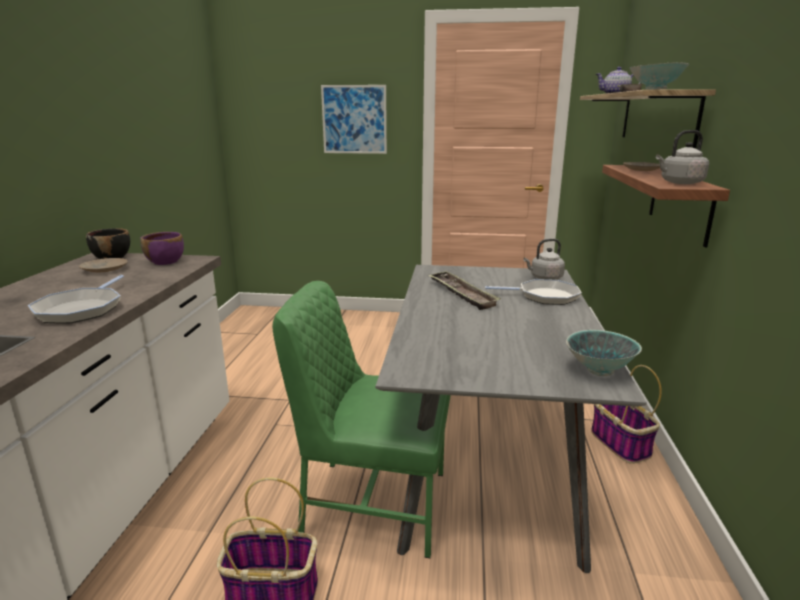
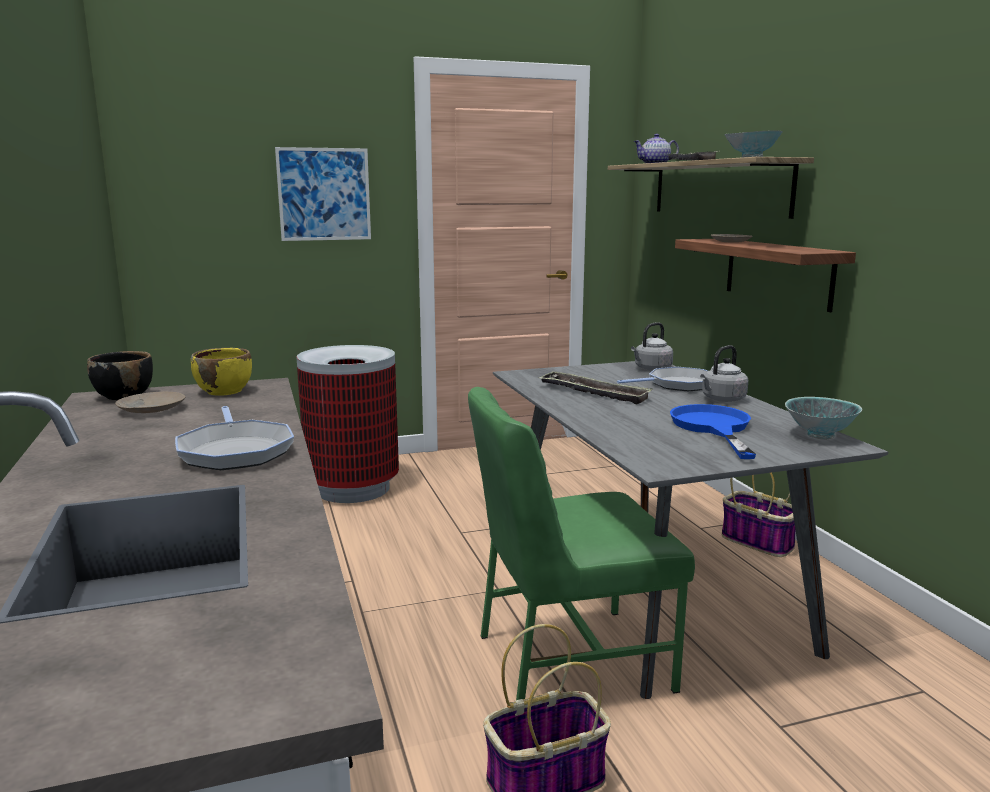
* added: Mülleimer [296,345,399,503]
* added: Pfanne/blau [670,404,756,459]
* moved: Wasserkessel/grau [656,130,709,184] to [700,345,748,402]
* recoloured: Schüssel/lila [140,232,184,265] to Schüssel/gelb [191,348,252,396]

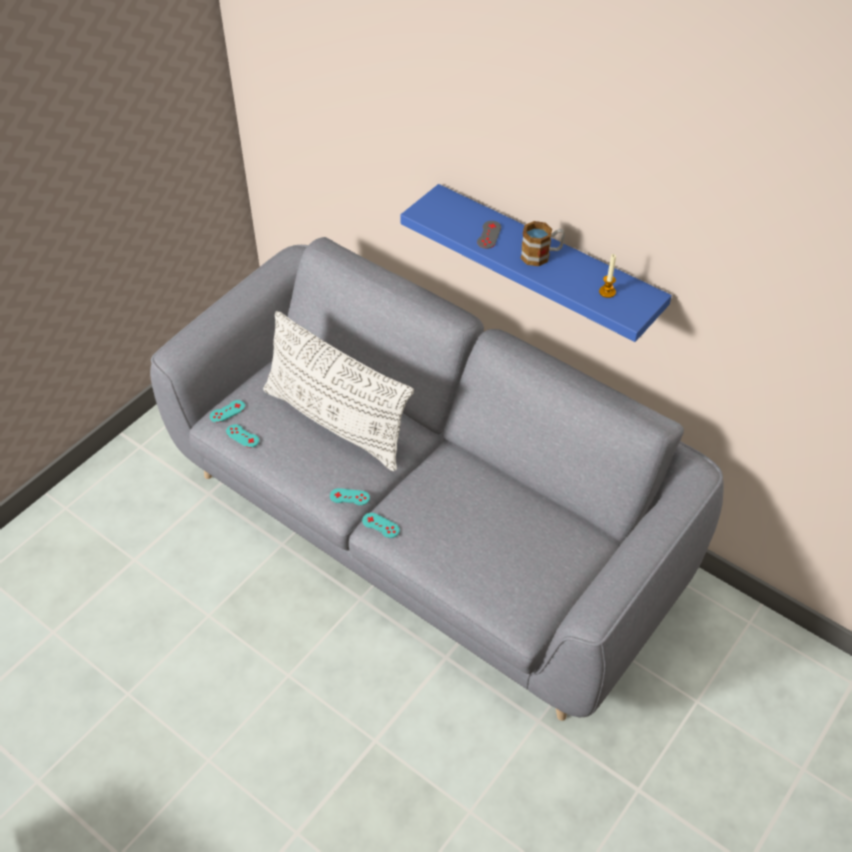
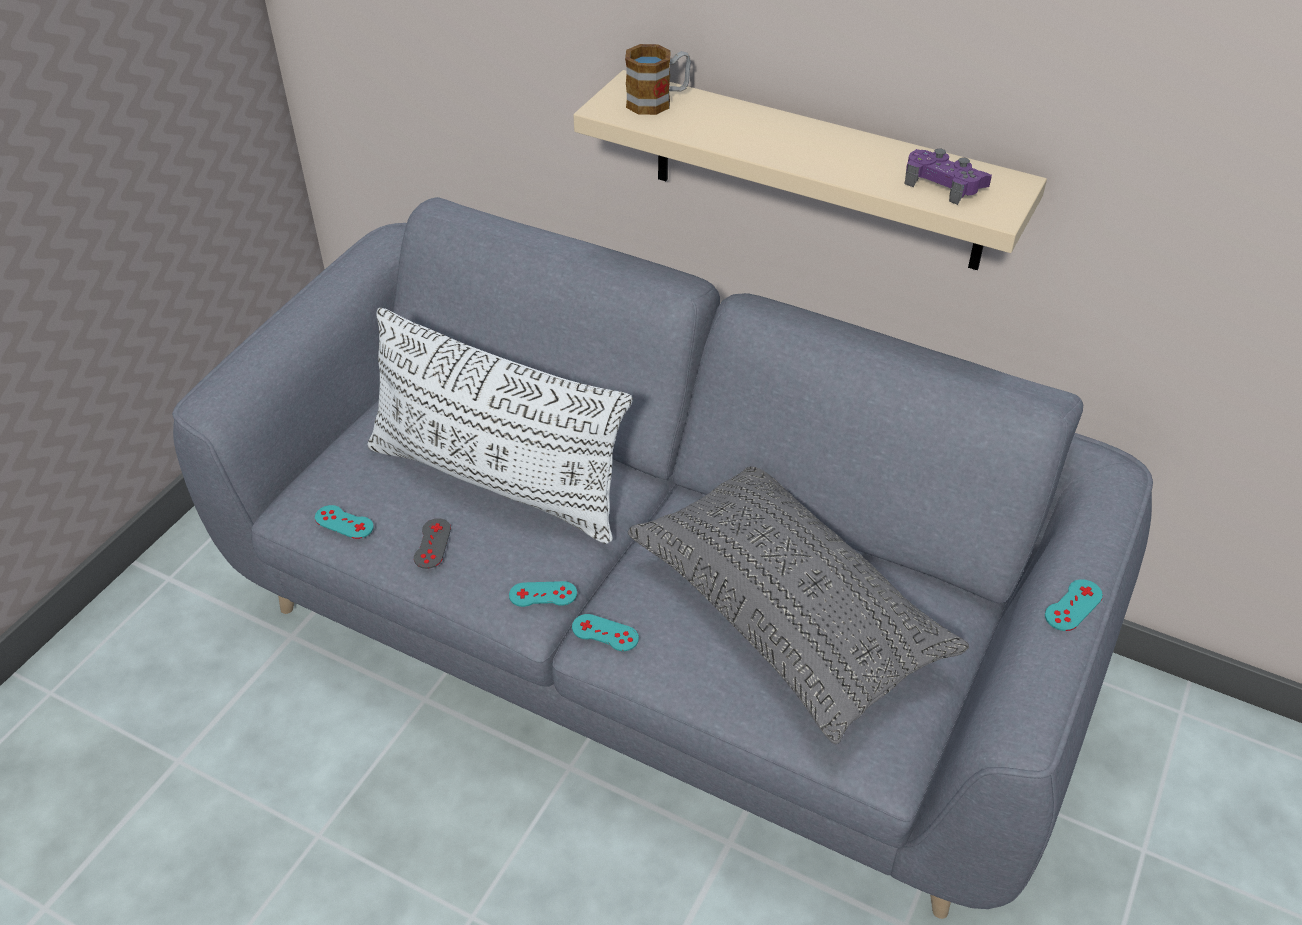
* added: Kissen/grau [628,467,969,744]
* moved: Gamepad/türkis [210,400,245,423] to [1045,579,1103,631]
* moved: Gamepad/grau [477,221,501,249] to [414,518,451,569]
* moved: Henkelbecher [521,221,565,266] to [625,44,691,115]
* replaced: Kerze [599,254,616,298] to Gamepad/lila [905,148,992,205]
* recoloured: Wandregal/blau [400,184,672,342] to Wandregal/beige [573,70,1047,270]

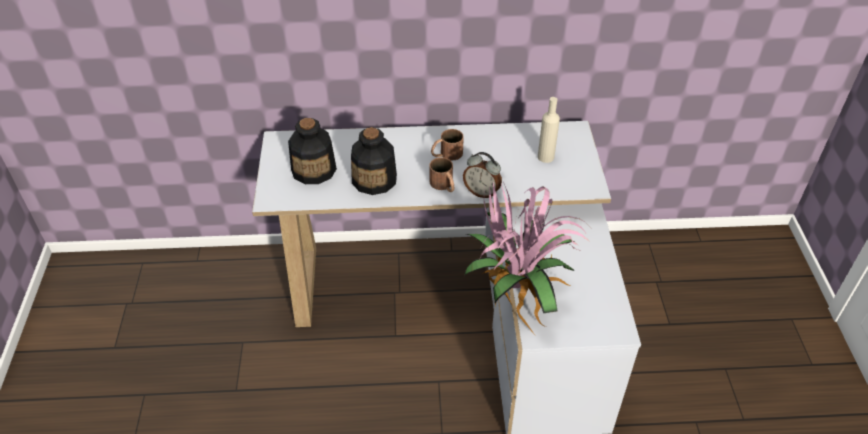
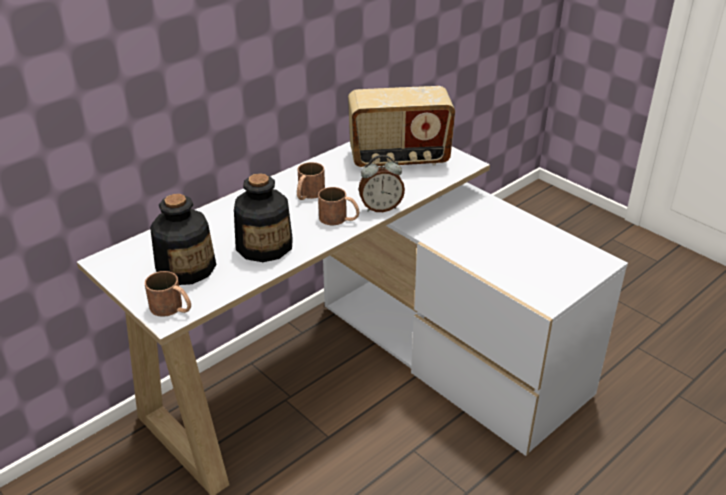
* removed: Topfpflanze [464,182,594,335]
* added: Henkelbecher/braun [145,271,191,317]
* replaced: Flasche/beige [538,97,560,163] to Radio [348,86,455,167]

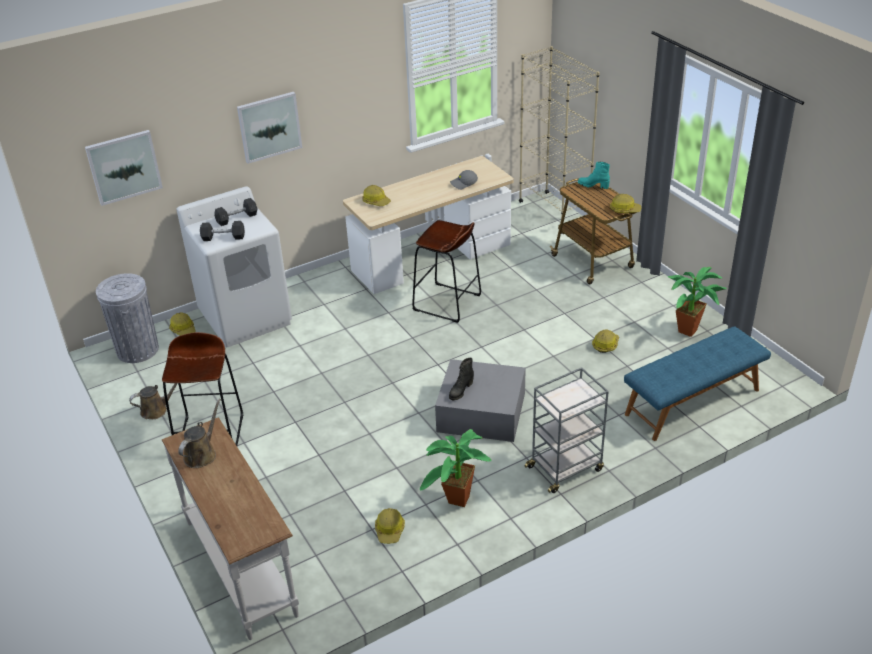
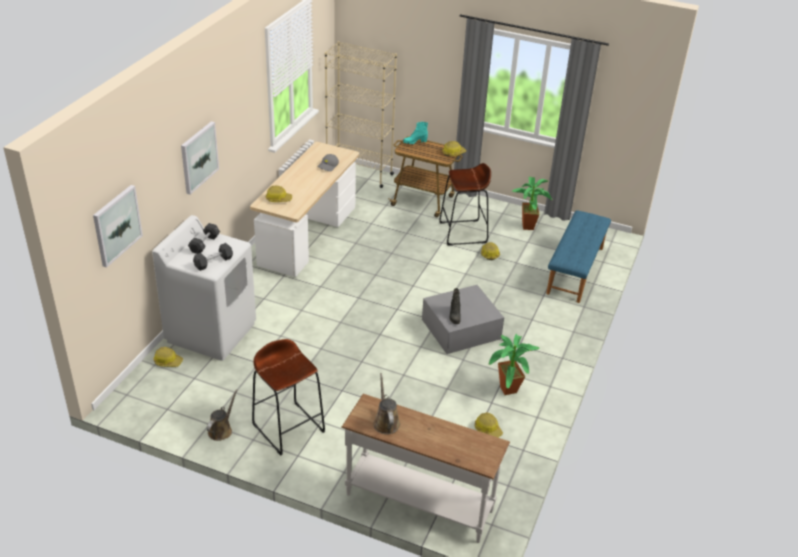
* removed: Mülleimer/grau [96,273,159,363]
* removed: Rollwagen/grau [524,367,609,493]
* moved: Hocker/braun [412,220,481,323] to [439,163,491,245]

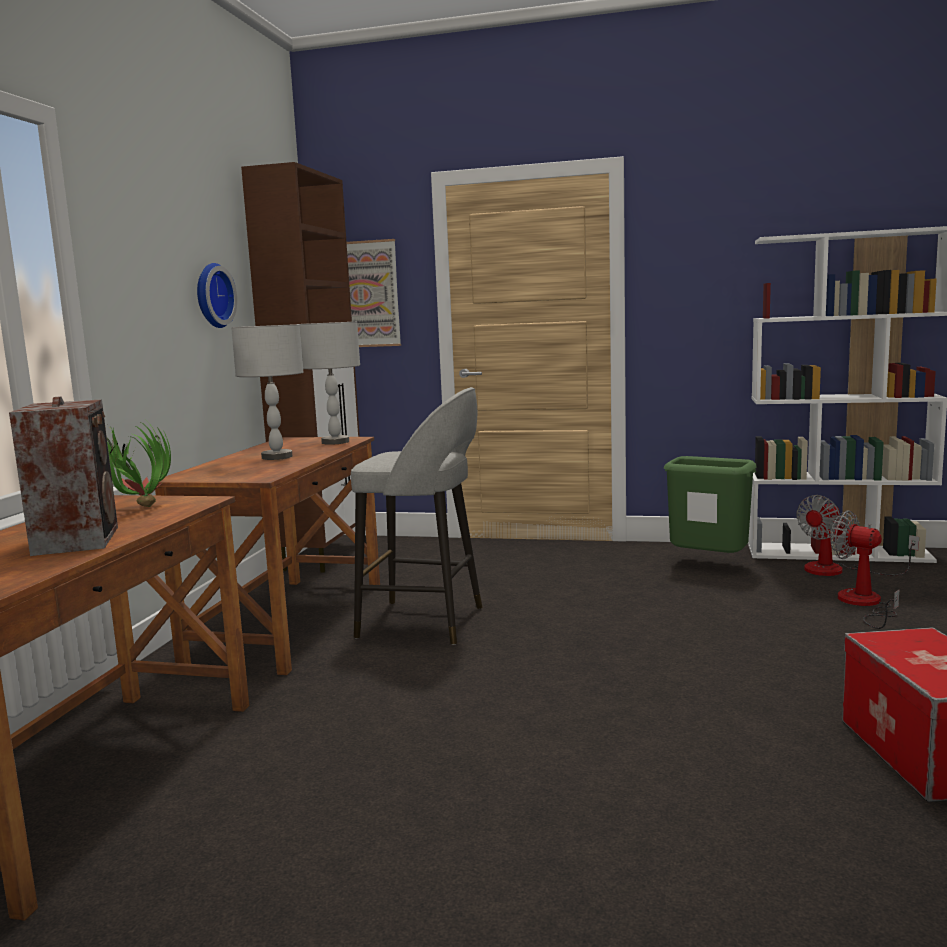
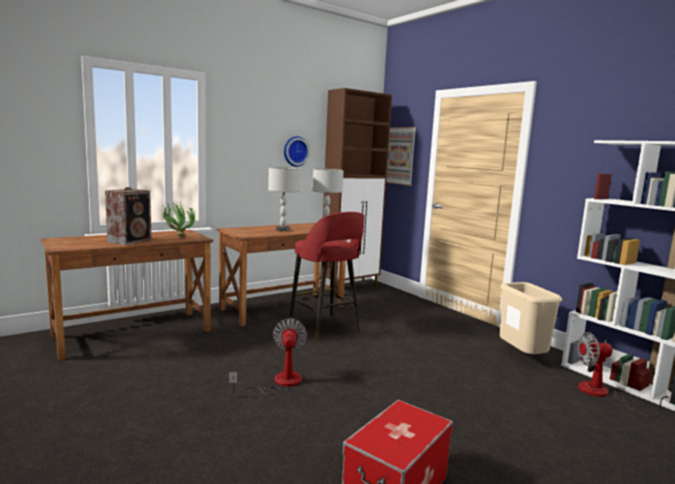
* moved: Ventilator [830,510,899,629] to [229,319,307,395]
* recoloured: Hocker/grau [351,387,483,645] to Hocker/rot [289,212,364,341]
* recoloured: Mülleimer/grün [664,456,757,553] to Mülleimer/beige [500,282,562,354]

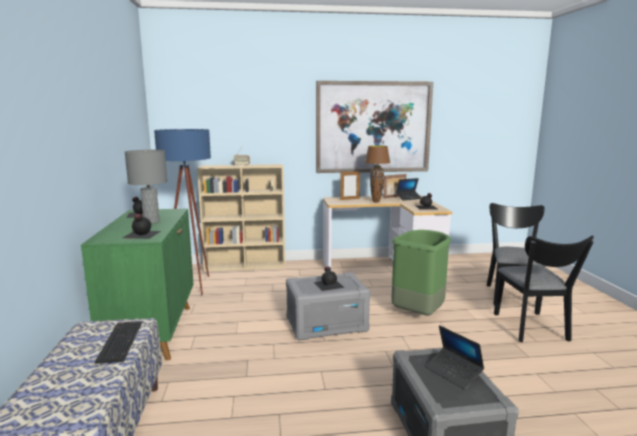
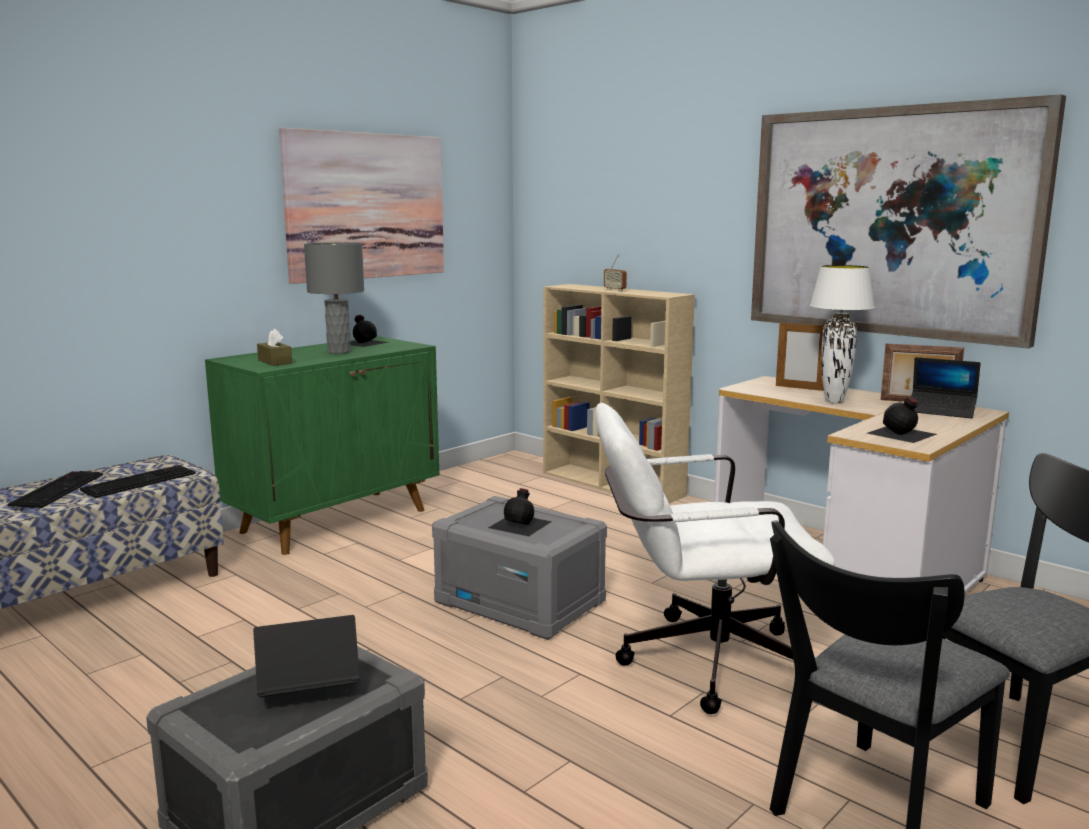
* removed: Stehlampe/blau [154,129,211,295]
* added: Tastatur [8,471,103,508]
* added: Bild [279,127,444,284]
* replaced: Flasche/schwarz [123,214,161,239] to Taschentuchbox/braun [257,329,292,366]
* replaced: Mülleimer/grün [391,230,451,316] to Bürostuhl/weiß [595,403,835,714]
* recoloured: Tischlampe/braun [365,145,390,202] to Tischlampe/weiß [810,265,875,404]
* turned: Laptop [425,325,484,390] = [253,615,360,697] 60 degrees clockwise

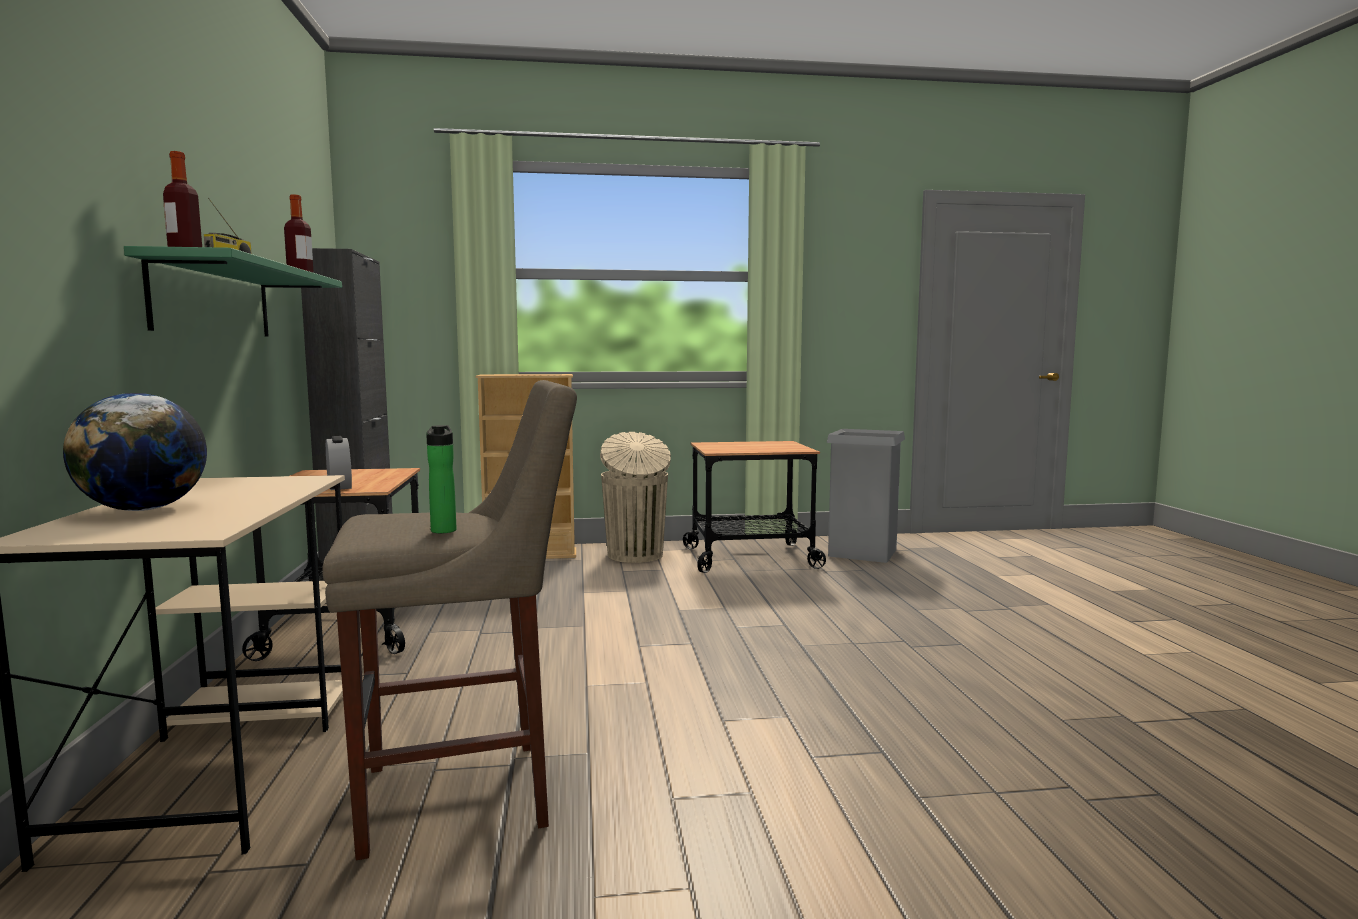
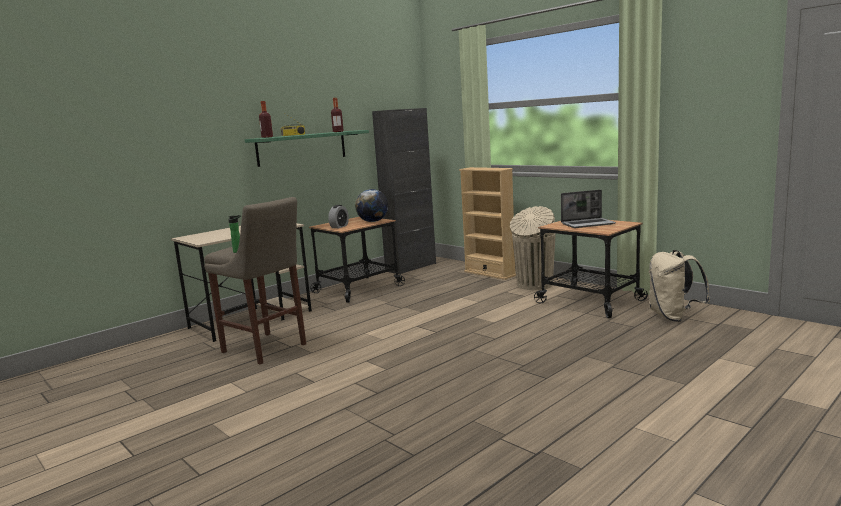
* added: Laptop [561,190,616,228]
* moved: Globus [63,393,207,511] to [355,189,388,222]
* replaced: Mülleimer/grau [827,429,905,563] to Rucksack/beige [649,250,710,322]

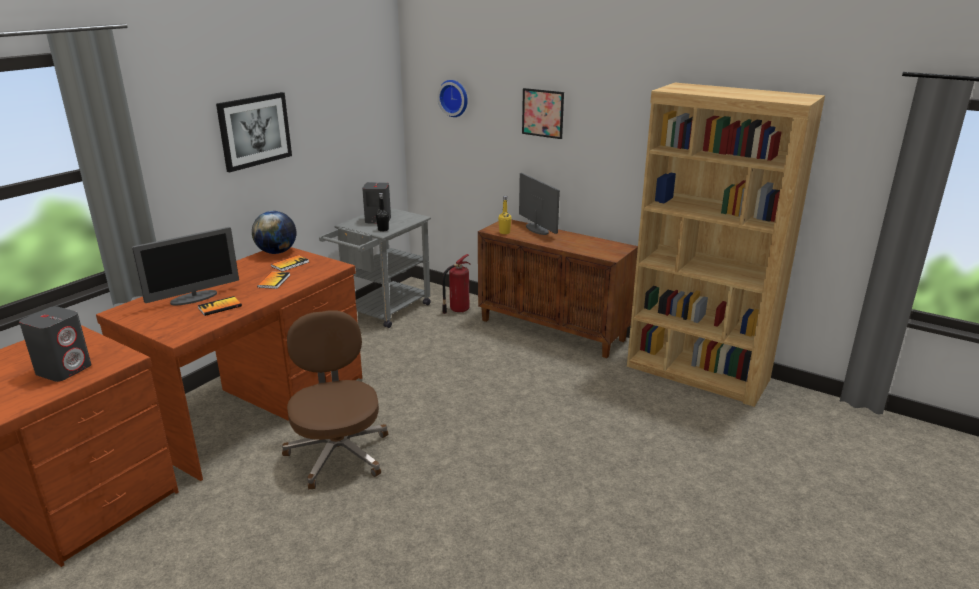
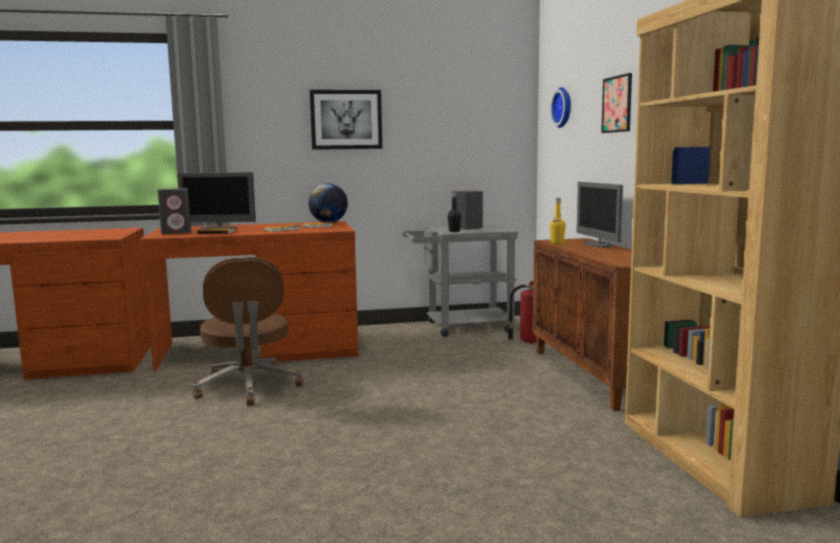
* moved: Lautsprecher/grau [19,306,91,382] to [158,188,191,234]
* turned: Bürostuhl/braun [282,310,388,489] = [192,257,303,405] 135 degrees clockwise
* turned: Monitor [519,173,560,235] = [577,182,623,248] 150 degrees clockwise

